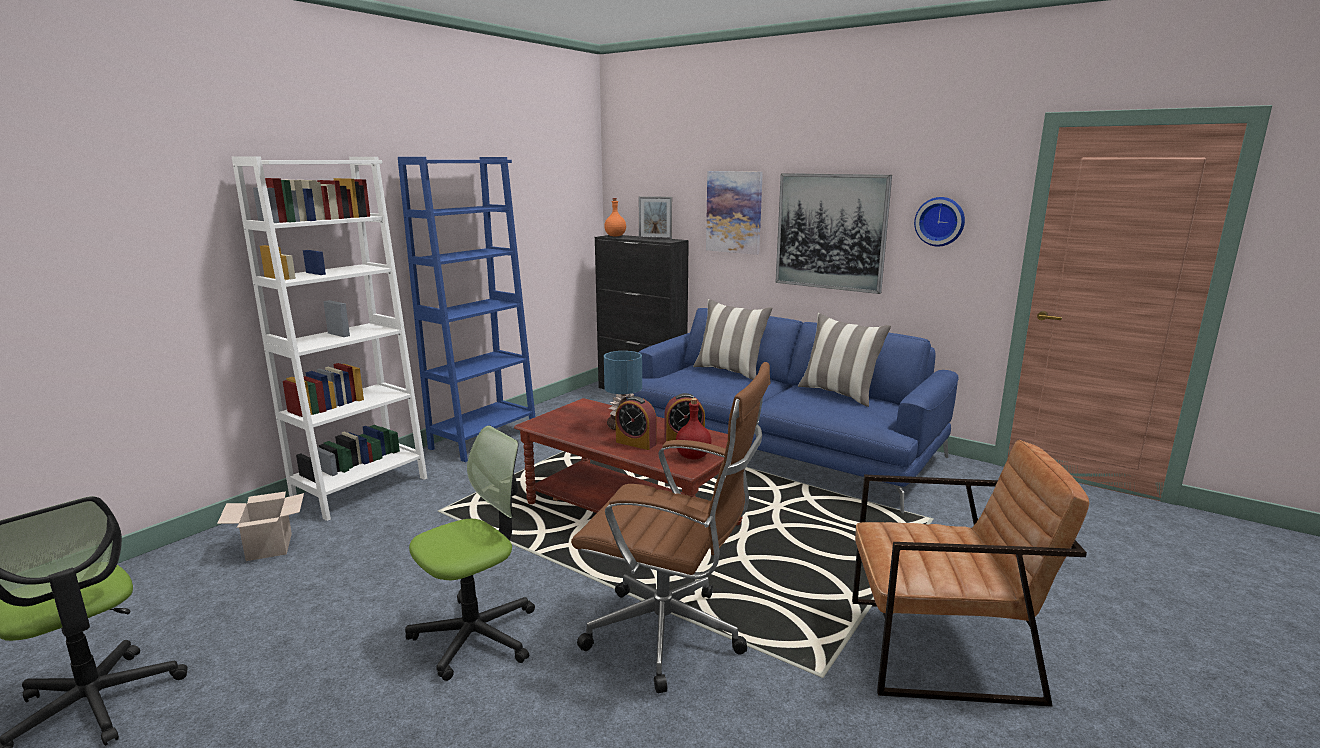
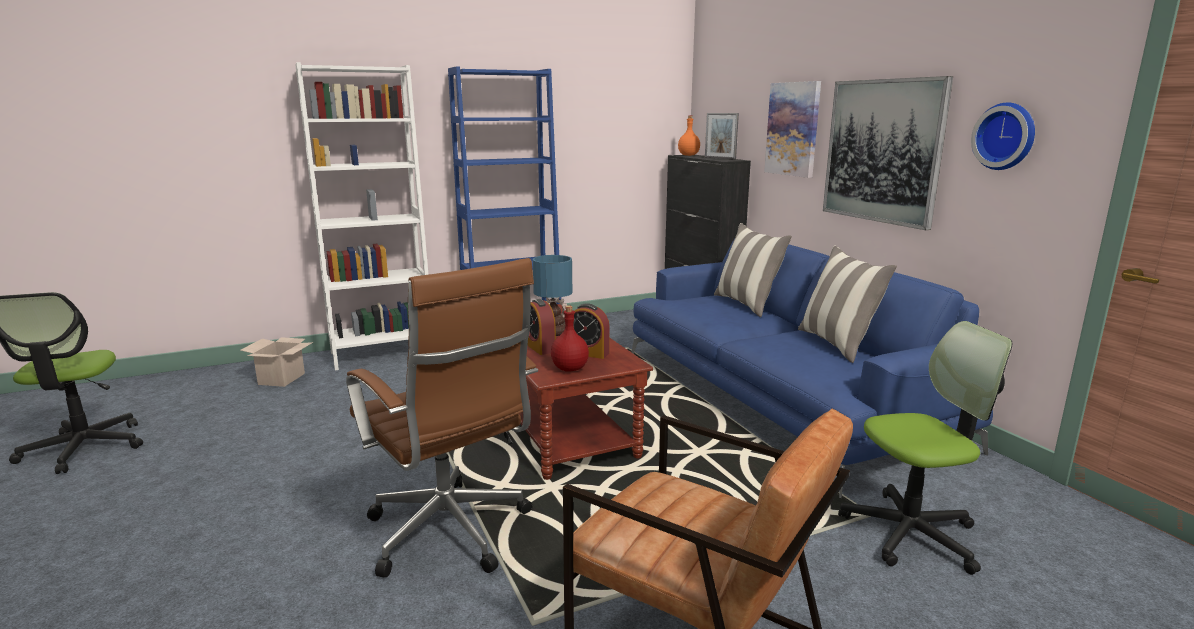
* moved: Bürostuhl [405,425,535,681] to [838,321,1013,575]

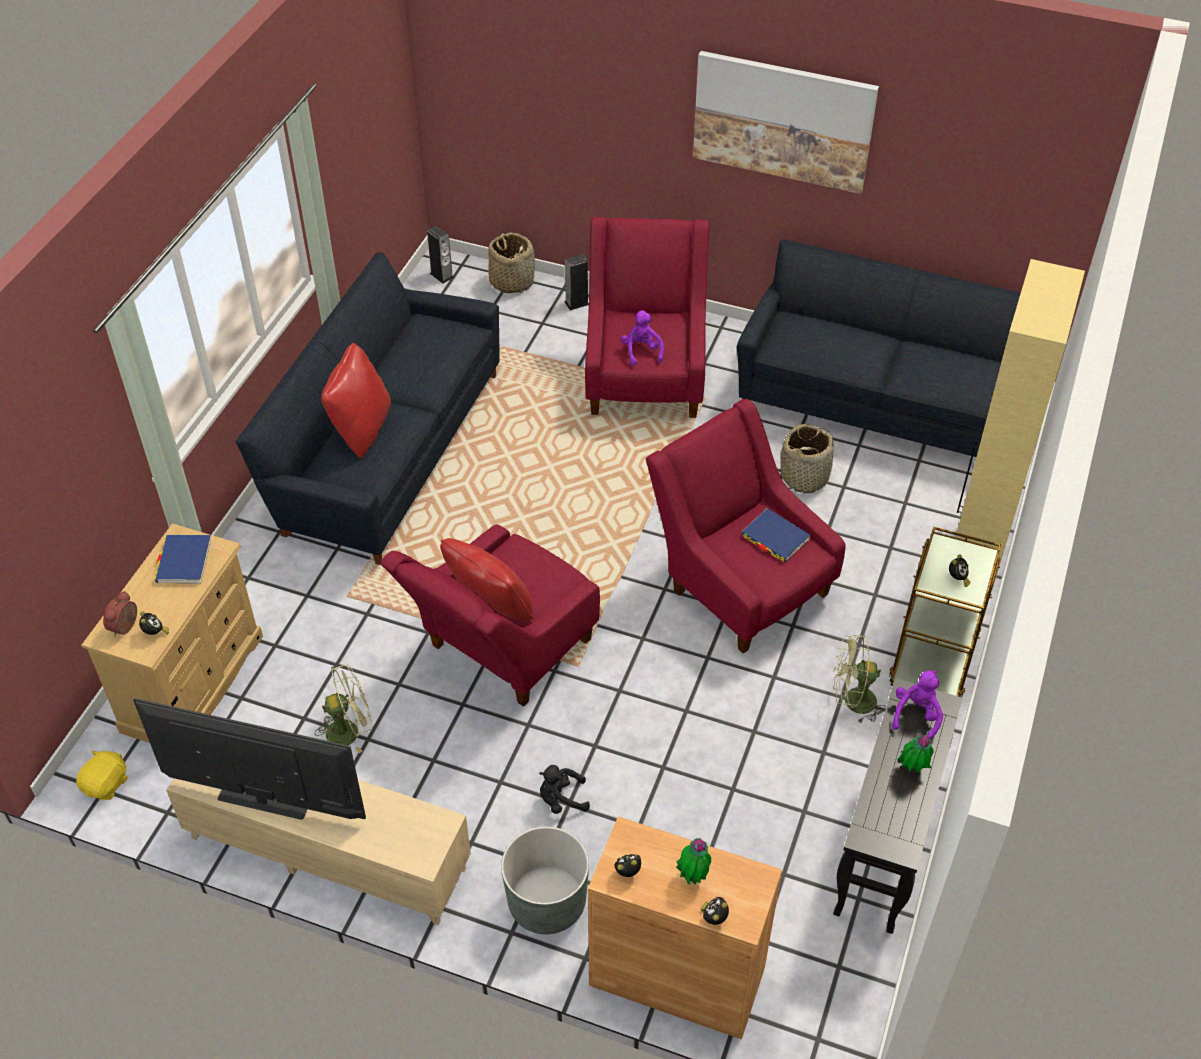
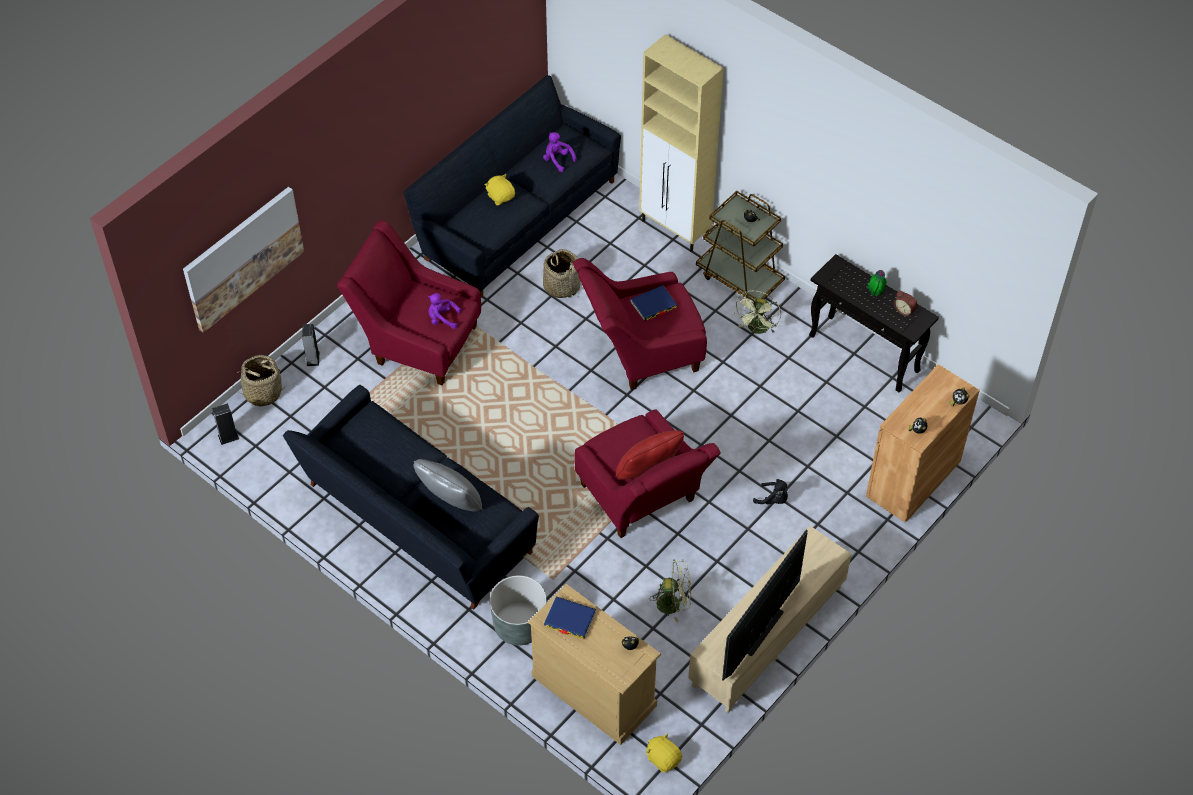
* removed: Topfpflanze [676,838,711,885]
* added: Plüschtier/gelb [485,174,515,205]
* moved: Wecker [103,591,137,636] to [894,291,918,317]
* moved: Pflanzkübel/grau [501,826,589,934] to [489,575,547,645]
* moved: Bild [693,51,879,194] to [183,187,304,333]
* moved: Plüschtier/lila [892,670,943,740] to [543,132,577,172]
* recoloured: Kissen/rot [321,343,391,458] to Kissen/grau [413,459,482,512]
* turned: Ventilator/grün [315,665,372,753] = [651,559,691,622] 90 degrees clockwise
* turned: Plüschtier/schwarz [539,765,590,814] = [753,479,788,504] 75 degrees counterclockwise

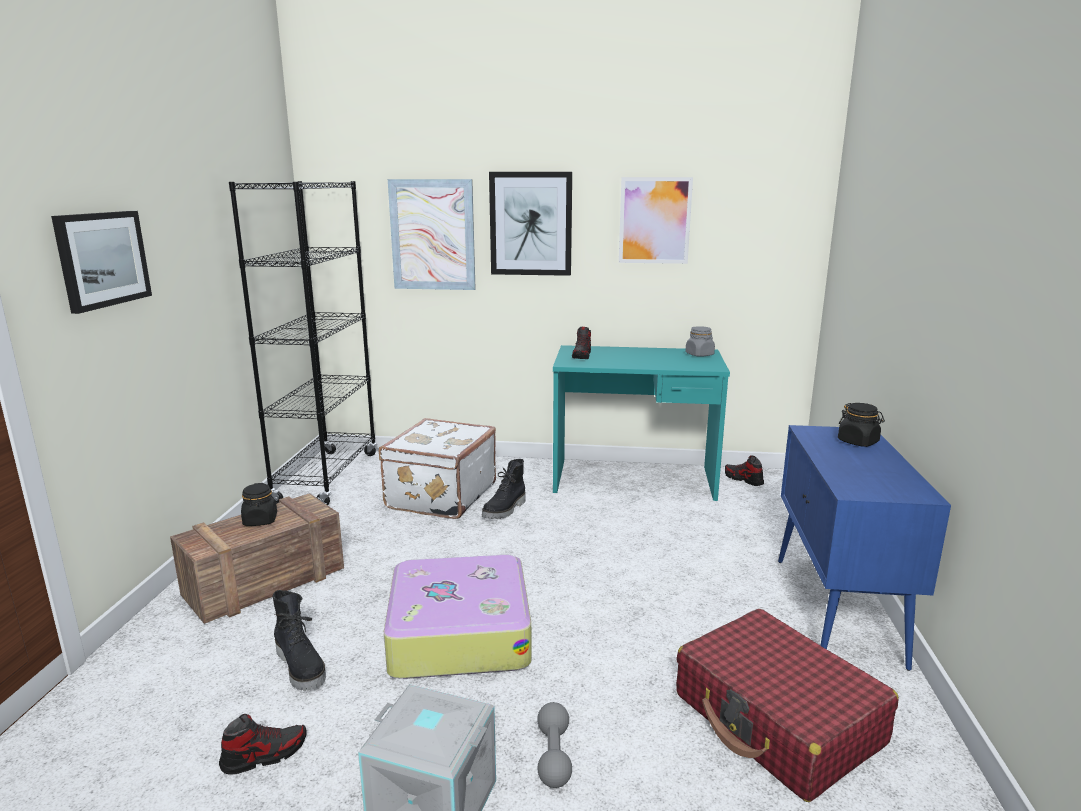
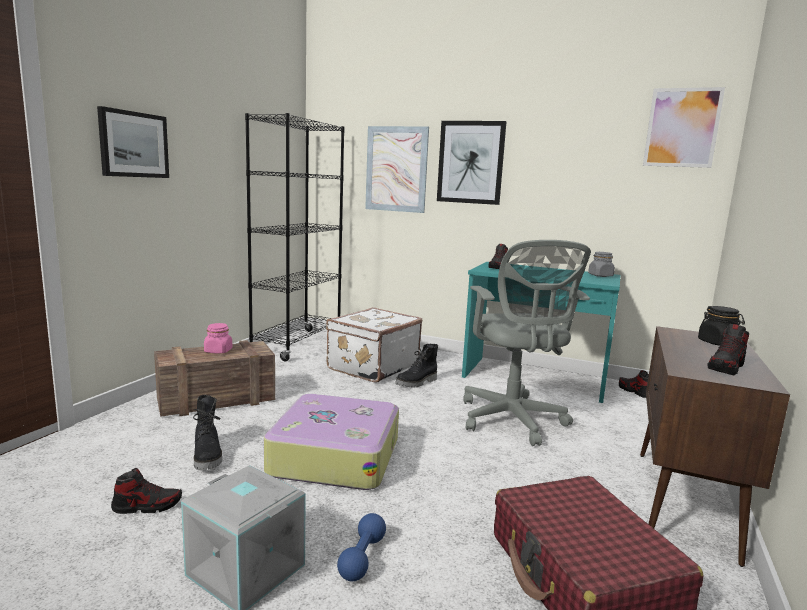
* added: Bürostuhl/grau [463,240,591,446]
* added: Schuh [707,324,749,375]
* moved: Bild [619,177,693,264] to [643,87,725,168]
* recoloured: Vorratsglas/schwarz [241,483,277,526] to Vorratsglas/rosa [204,323,233,353]
* recoloured: Hantel/grau [537,702,572,788] to Hantel/blau [337,513,386,581]
* recoloured: Schrank/blau [778,425,951,671] to Schrank/braun [640,326,790,567]

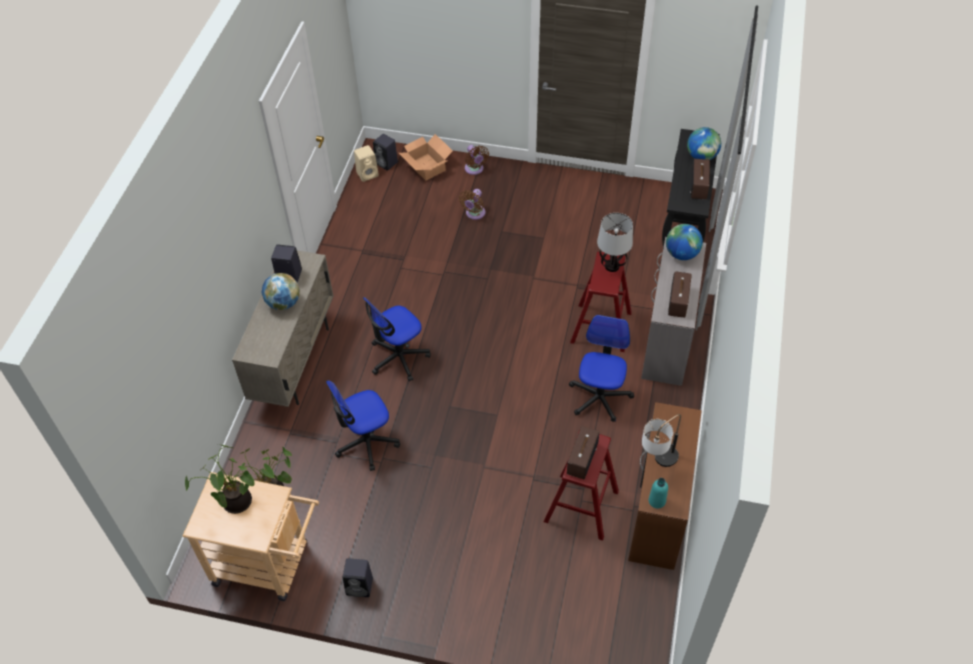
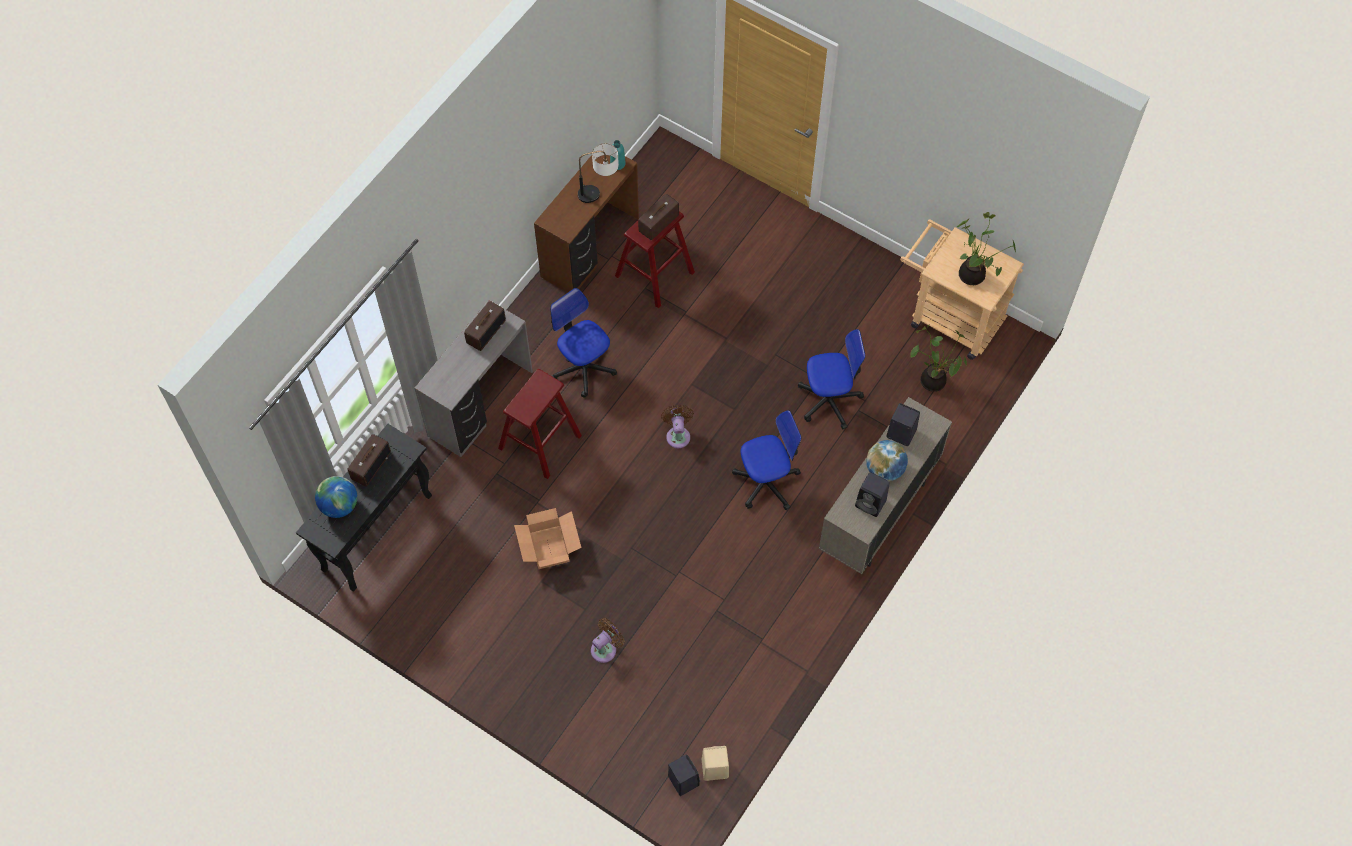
* removed: Tischlampe [597,213,633,272]
* removed: Globus [666,224,703,260]
* moved: Lautsprecher/schwarz [343,558,373,597] to [886,403,920,446]
* moved: Karton [399,134,453,181] to [514,508,582,569]
* moved: Ventilator/braun [465,145,489,175] to [661,405,694,448]
* turned: Bürostuhl [569,315,634,422] = [550,288,617,397] 105 degrees clockwise

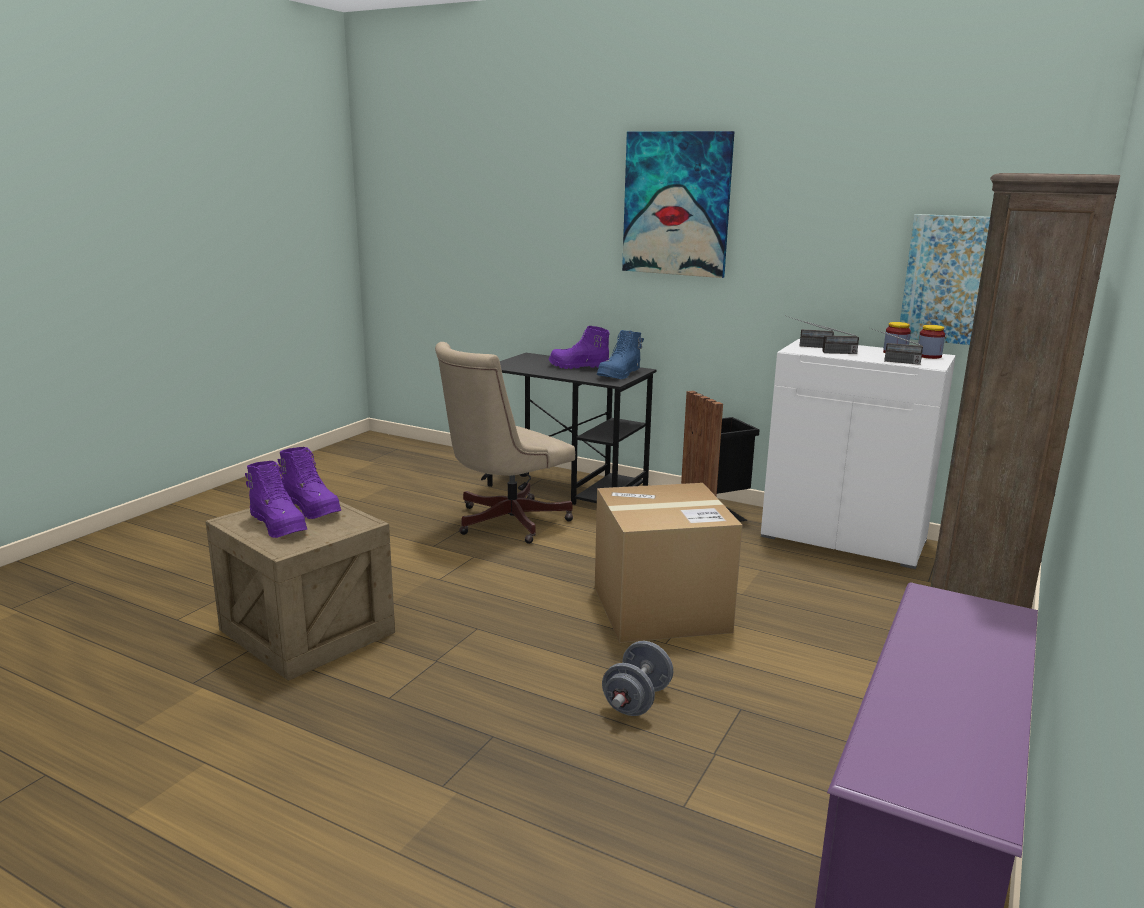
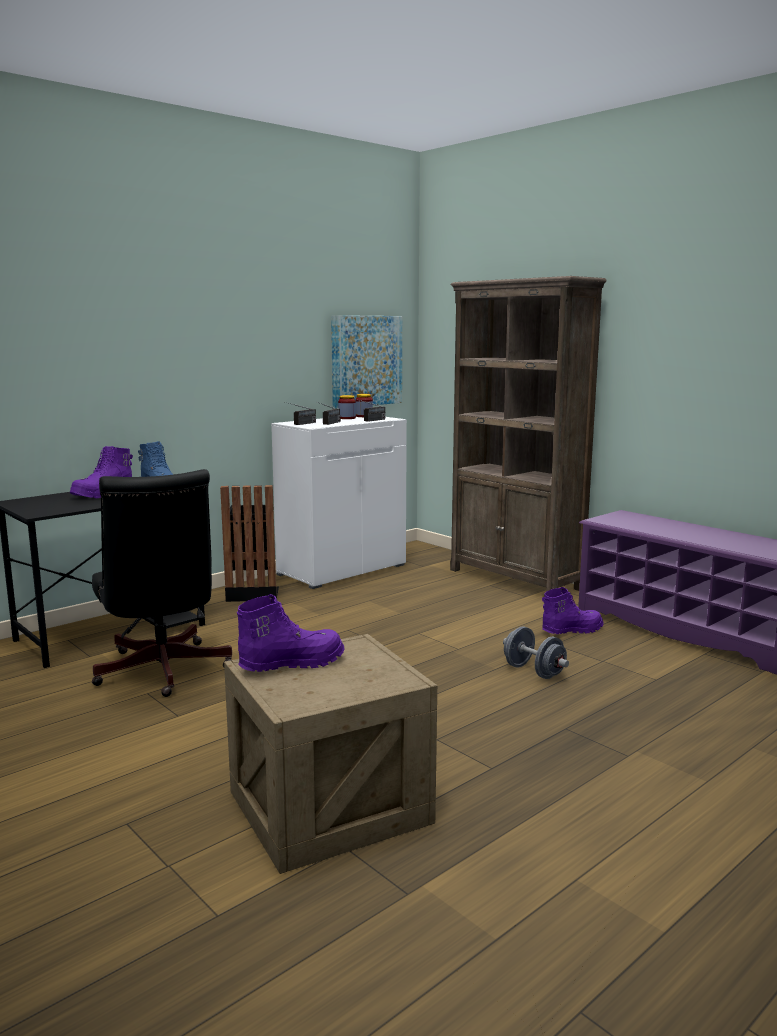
* removed: Karton [595,483,743,643]
* removed: Bild [622,131,735,278]
* moved: Stiefel/lila [245,461,307,538] to [542,587,604,634]
* recoloured: Bürostuhl/beige [435,342,575,544] to Bürostuhl/schwarz [92,469,232,697]

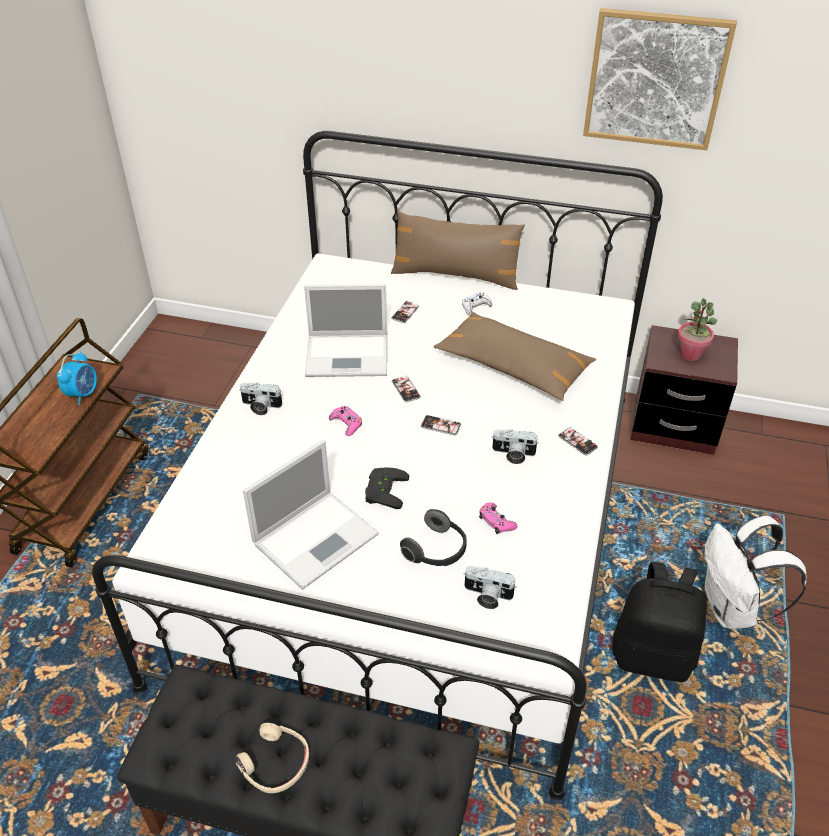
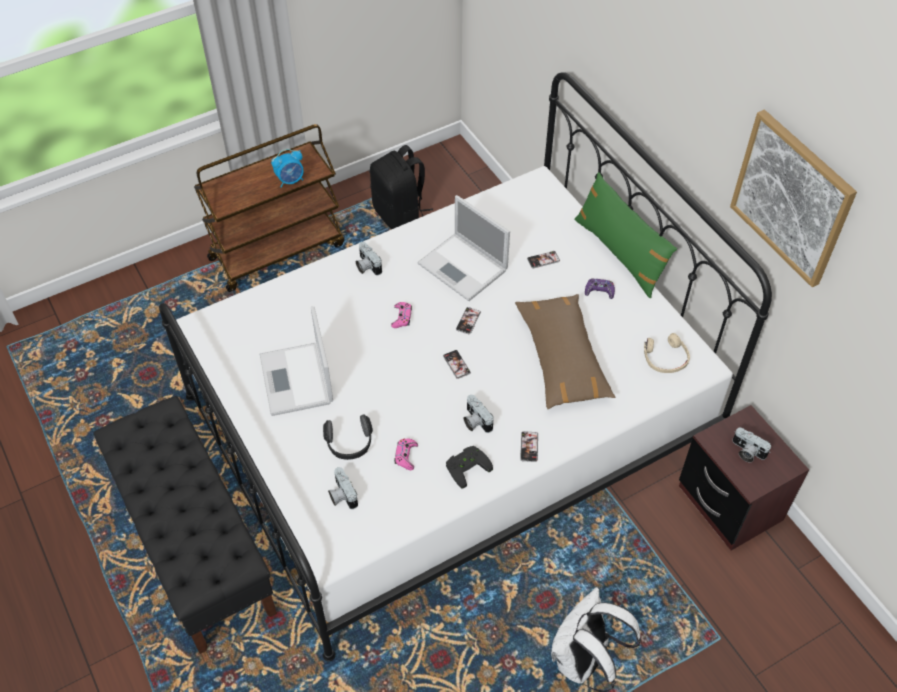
* moved: Kopfhörer/beige [236,723,309,793] to [644,333,690,373]
* moved: Gamepad/schwarz [365,467,409,509] to [446,446,493,489]
* moved: Rucksack/schwarz [612,562,707,682] to [370,145,433,229]
* replaced: Topfpflanze [678,298,717,361] to Kamera [733,428,771,462]
* recoloured: Kissen/braun [391,211,525,290] to Kissen/grün [574,172,677,298]
* recoloured: Gamepad/weiß [462,292,492,316] to Gamepad/lila [585,278,615,299]
* turned: Laptop [243,440,379,590] = [260,306,333,416] 75 degrees clockwise

